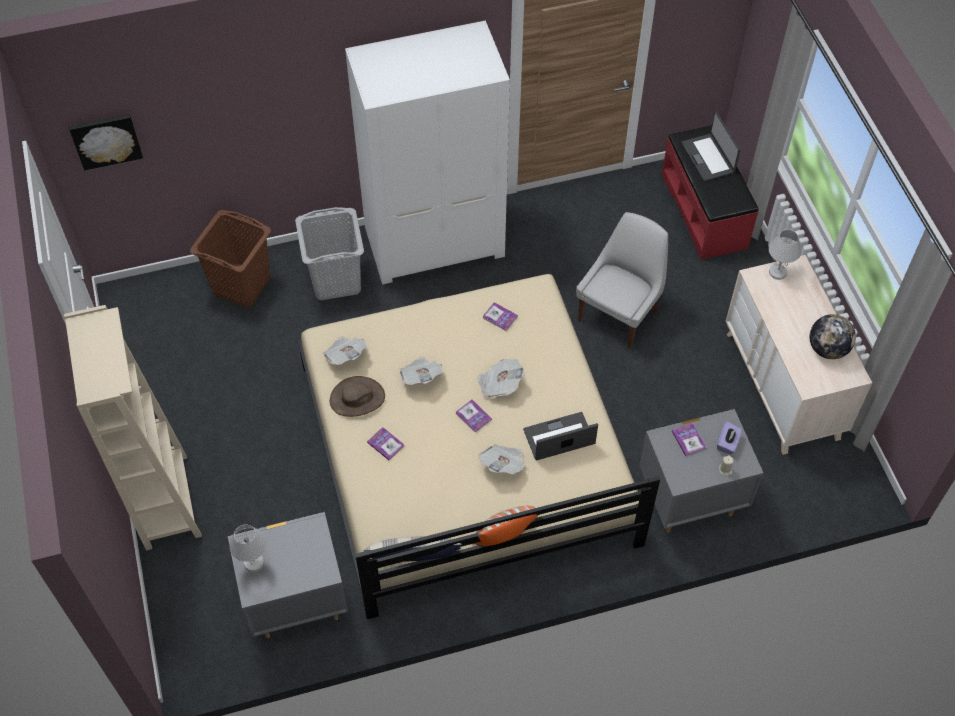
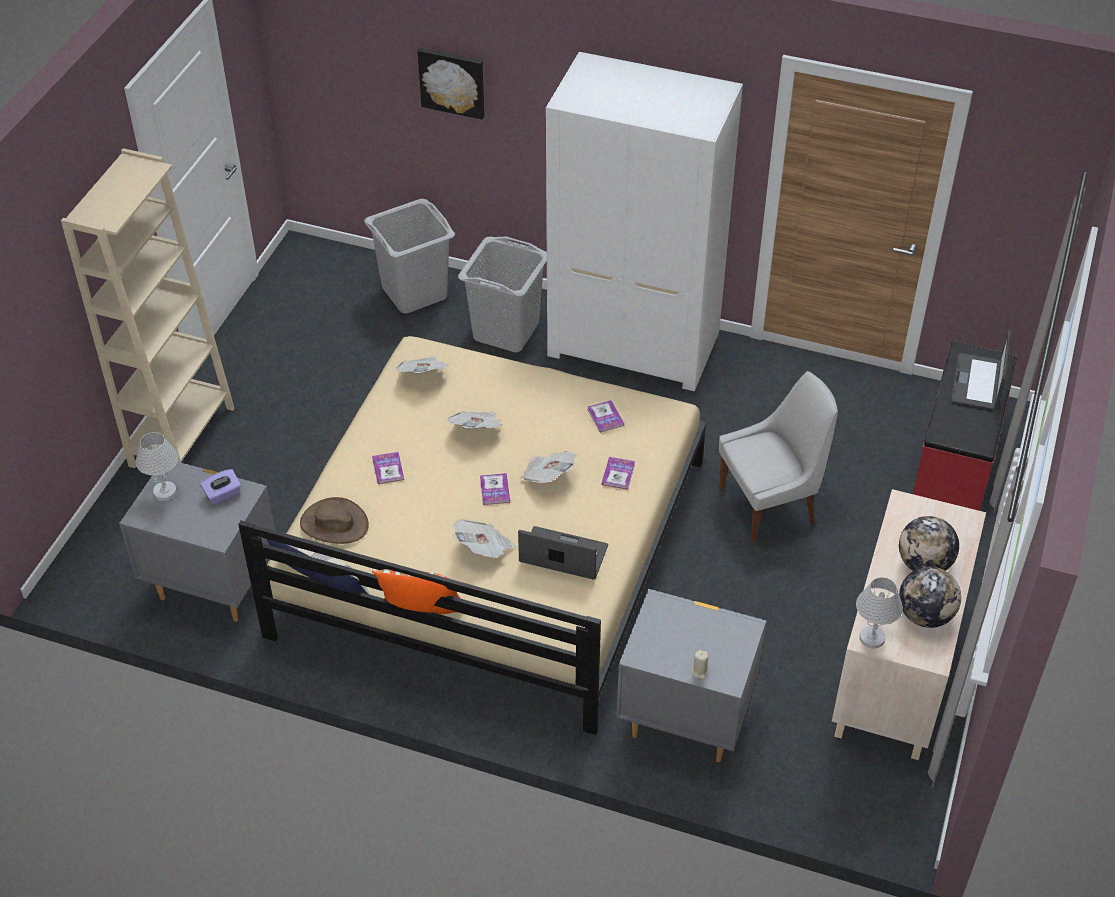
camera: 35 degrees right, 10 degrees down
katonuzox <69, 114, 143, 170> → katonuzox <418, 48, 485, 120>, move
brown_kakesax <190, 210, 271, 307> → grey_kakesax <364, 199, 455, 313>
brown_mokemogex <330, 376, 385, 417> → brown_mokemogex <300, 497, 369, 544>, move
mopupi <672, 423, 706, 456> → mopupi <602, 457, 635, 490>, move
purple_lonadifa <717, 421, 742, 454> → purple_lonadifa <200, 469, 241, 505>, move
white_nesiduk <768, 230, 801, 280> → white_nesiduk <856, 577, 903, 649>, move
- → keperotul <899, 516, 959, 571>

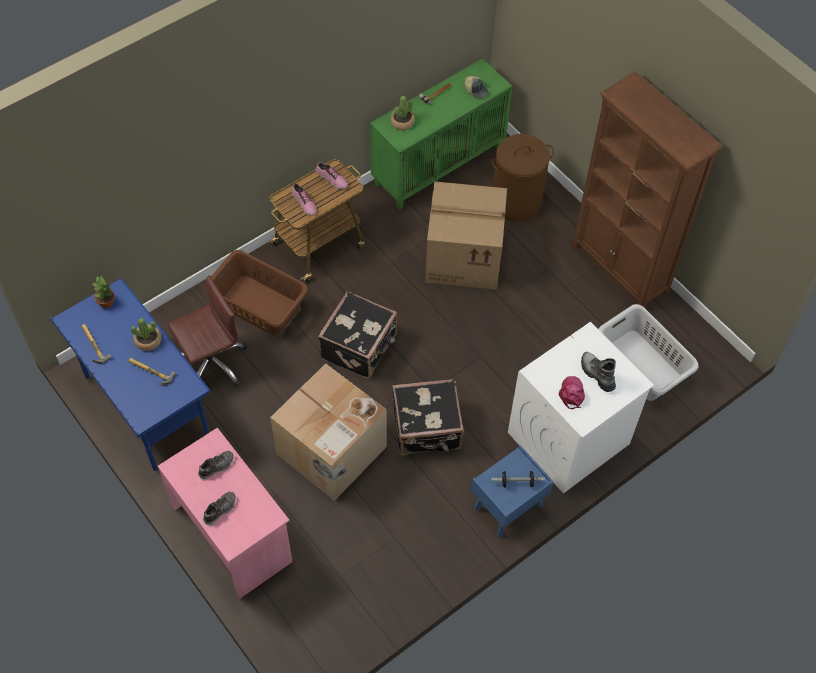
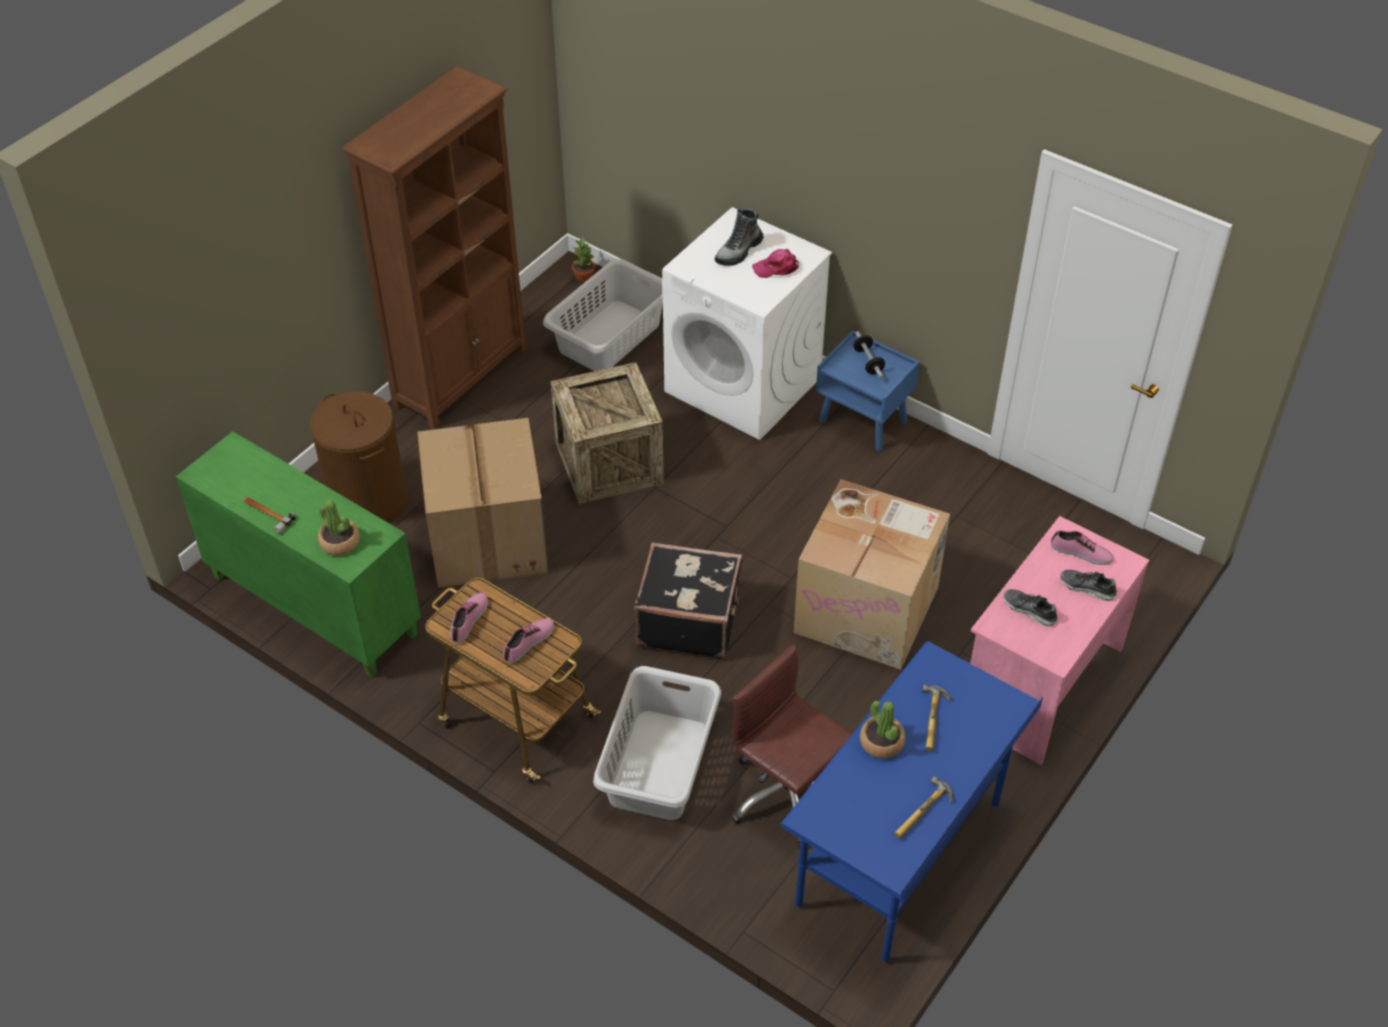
camera: 105 degrees left, 10 degrees down
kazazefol <91, 275, 115, 308> → kazazefol <572, 236, 595, 282>, move
brown_kakesax <205, 250, 309, 335> → grey_kakesax <593, 666, 721, 820>
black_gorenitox <392, 379, 464, 456> → -
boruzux <464, 76, 489, 99> → -
- → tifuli <551, 362, 664, 504>
- → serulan <1051, 530, 1114, 565>

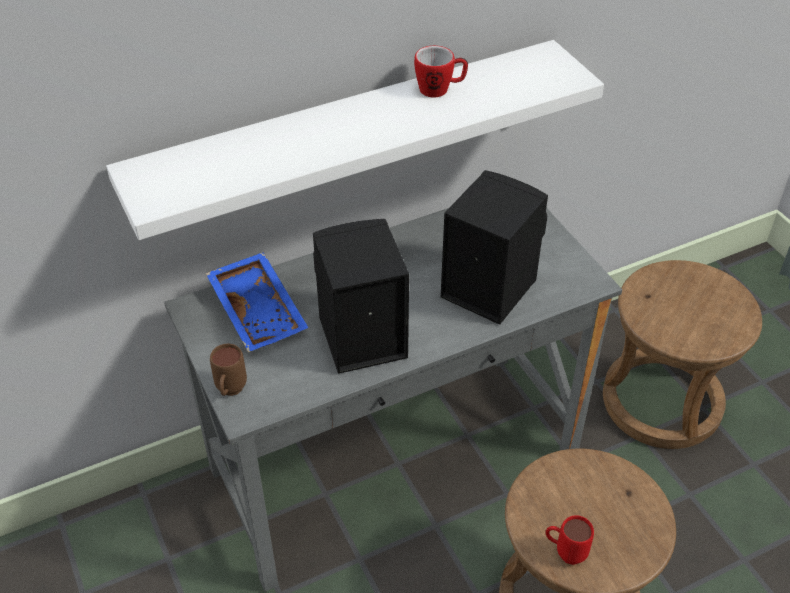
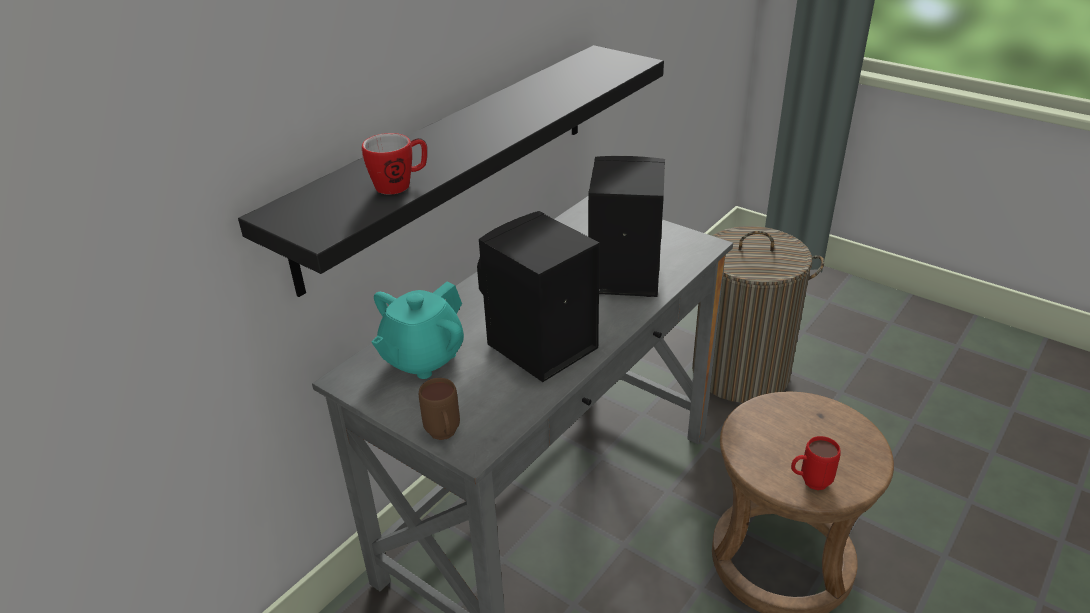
camera: 25 degrees left, 10 degrees down
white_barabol <106, 40, 604, 240> → black_barabol <238, 45, 664, 297>
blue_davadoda <206, 252, 309, 352> → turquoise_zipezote <371, 282, 464, 379>
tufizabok <414, 46, 468, 98> → tufizabok <362, 133, 427, 194>, move
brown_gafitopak <603, 260, 762, 449> → kakesax <692, 226, 824, 403>

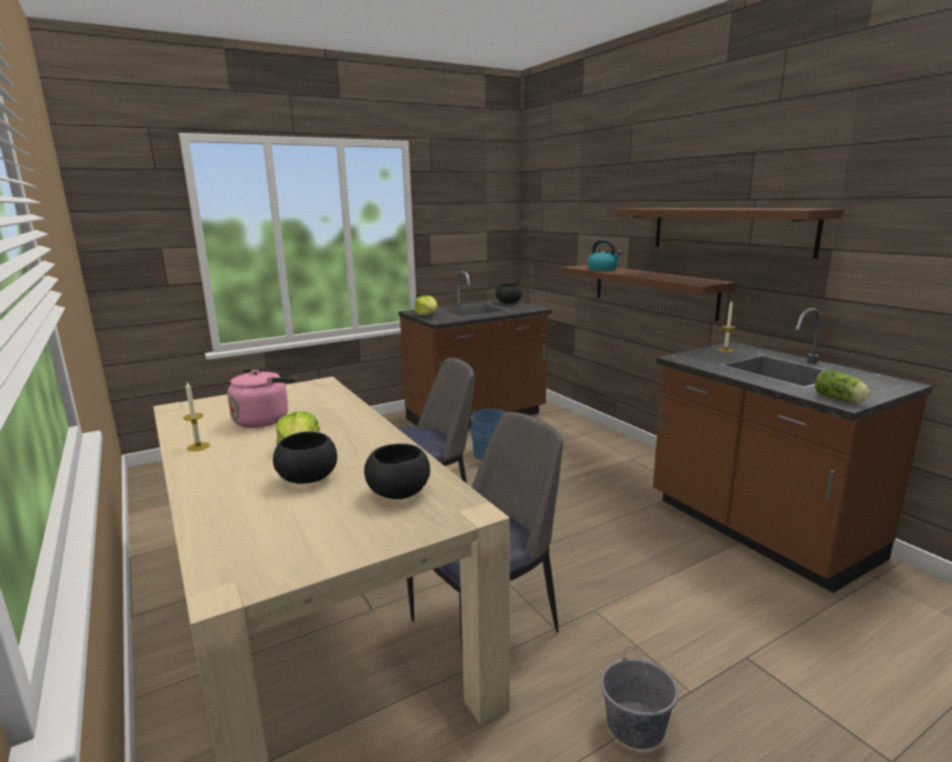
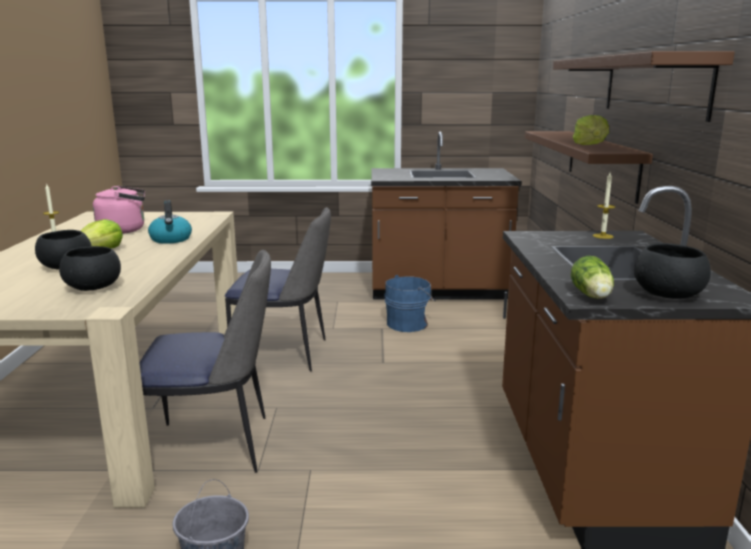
camera: 30 degrees right, 0 degrees up
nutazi <415, 295, 438, 316> → nutazi <573, 115, 609, 145>, move
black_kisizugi <496, 284, 522, 304> → black_kisizugi <634, 243, 711, 299>, move
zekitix <587, 239, 622, 271> → zekitix <148, 200, 192, 244>, move

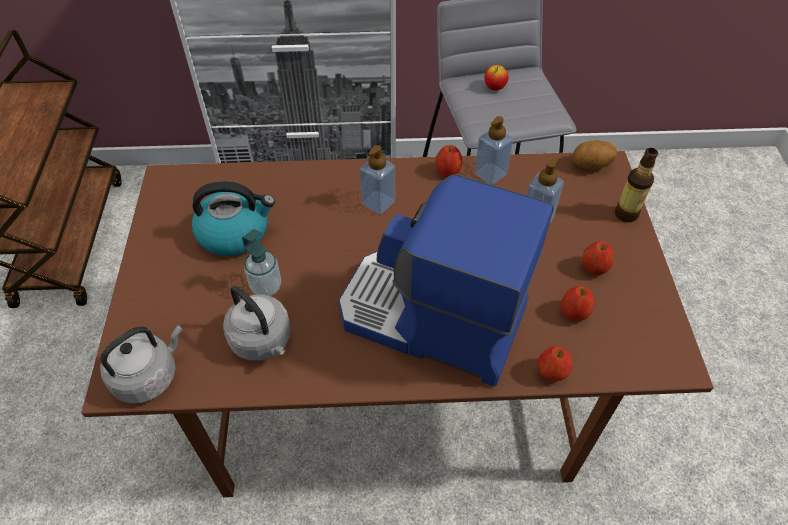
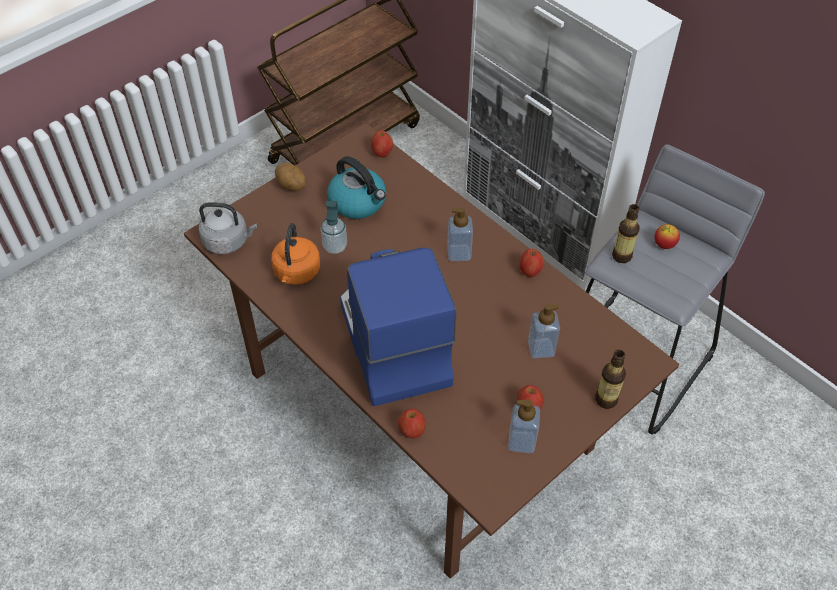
camera: 50 degrees right, 0 degrees up
grey_zekitix <223, 286, 291, 361> → orange_zekitix <271, 223, 320, 285>
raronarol <474, 116, 514, 185> → raronarol <508, 399, 540, 454>, move
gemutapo <561, 286, 595, 321> → gemutapo <371, 130, 393, 157>, move
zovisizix <573, 140, 617, 170> → zovisizix <275, 163, 307, 191>, move
- → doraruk <612, 204, 640, 263>

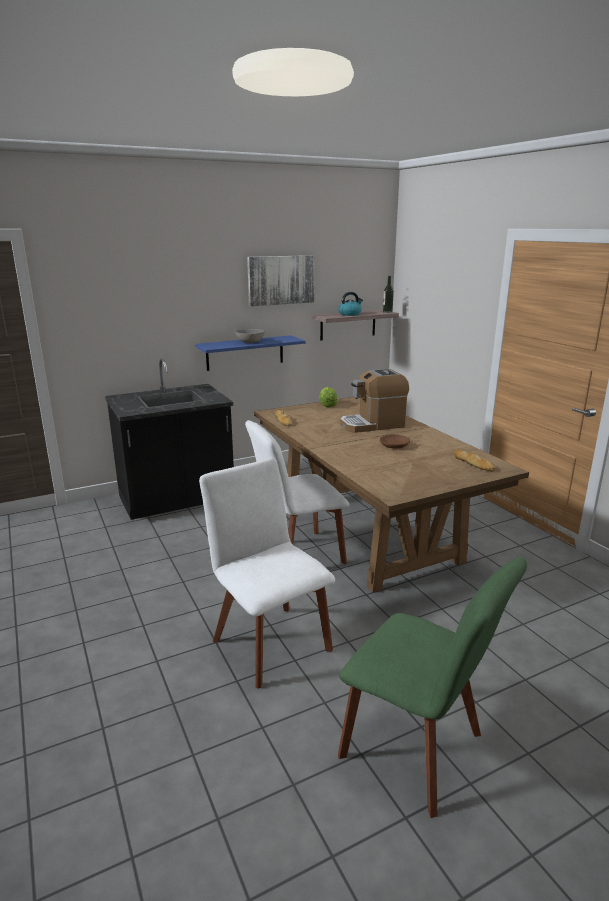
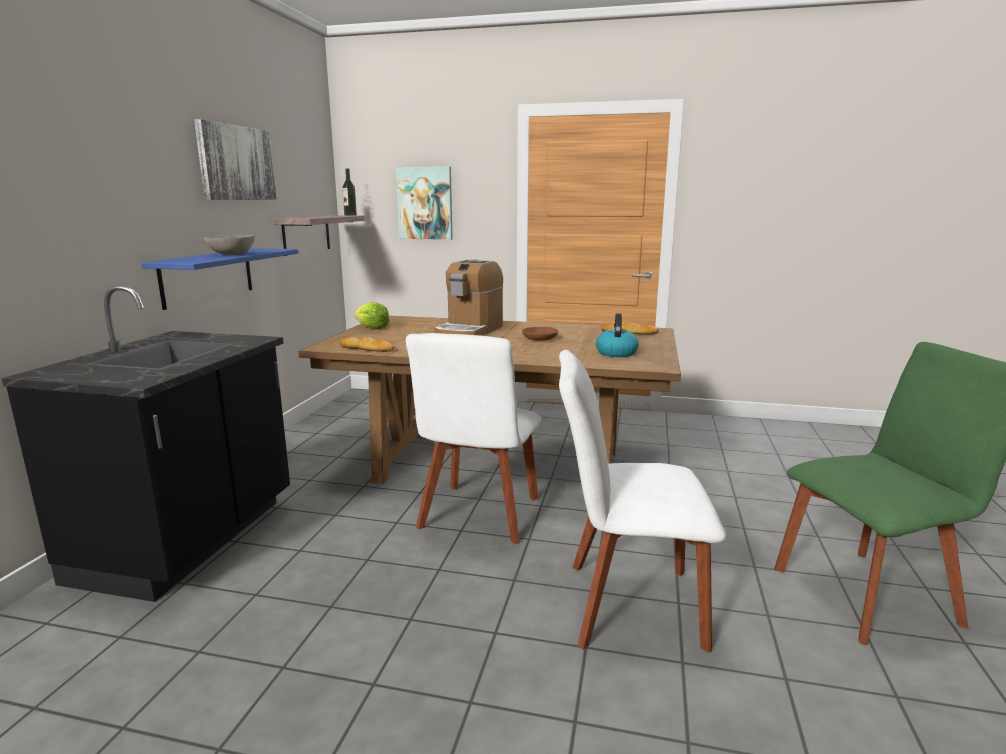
camera: 50 degrees left, 5 degrees down
zekitix <338, 292, 363, 316> → zekitix <596, 313, 639, 357>, move
- → katonuzox <396, 167, 453, 240>

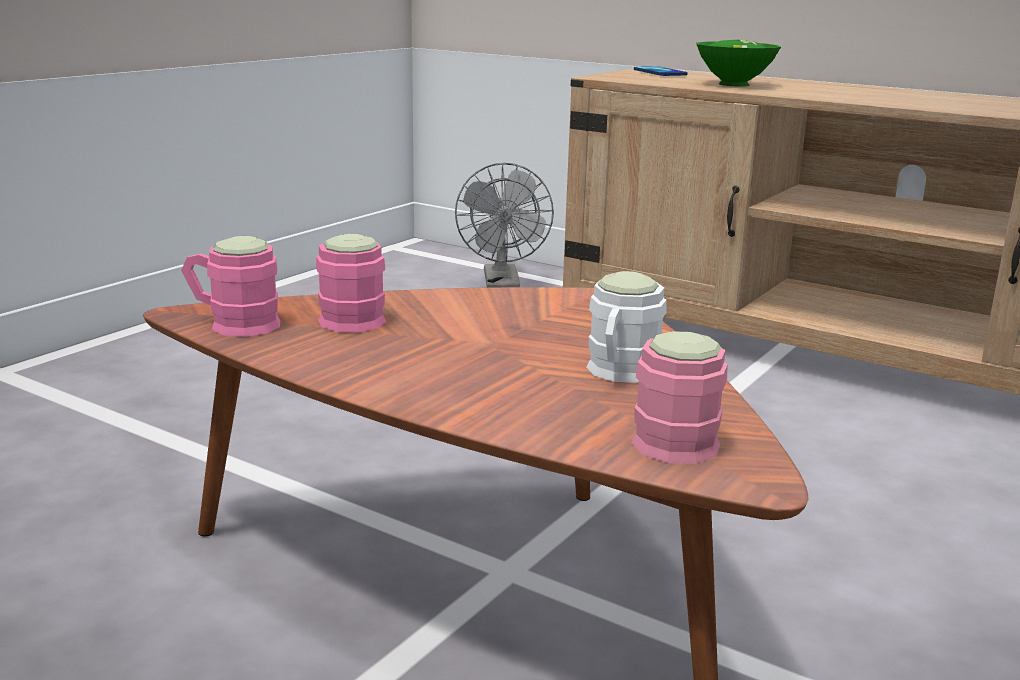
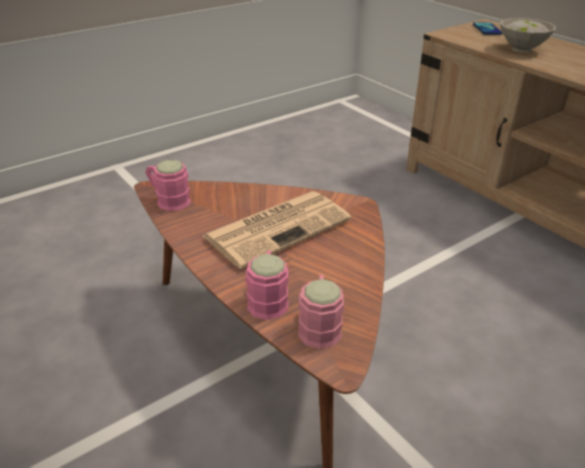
camera: 20 degrees right, 15 degrees up
pink_tufizabok <316, 234, 386, 332> → pink_tufizabok <246, 251, 289, 320>, move
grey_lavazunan <455, 163, 554, 288> → -
white_tufizabok <586, 271, 667, 383> → -
green_kisizugi <696, 40, 781, 87> → white_kisizugi <500, 18, 556, 53>
- → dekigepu <203, 191, 351, 269>

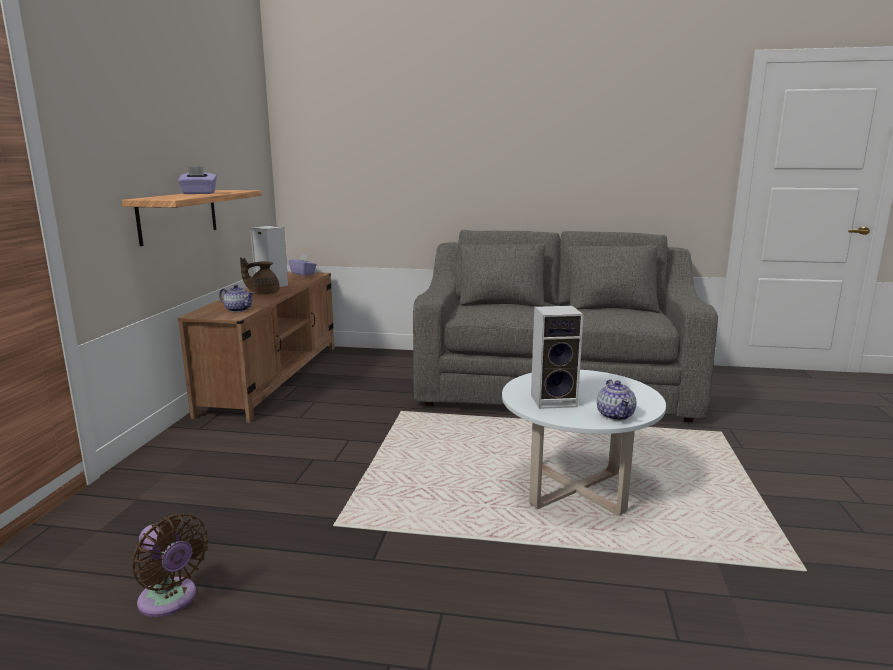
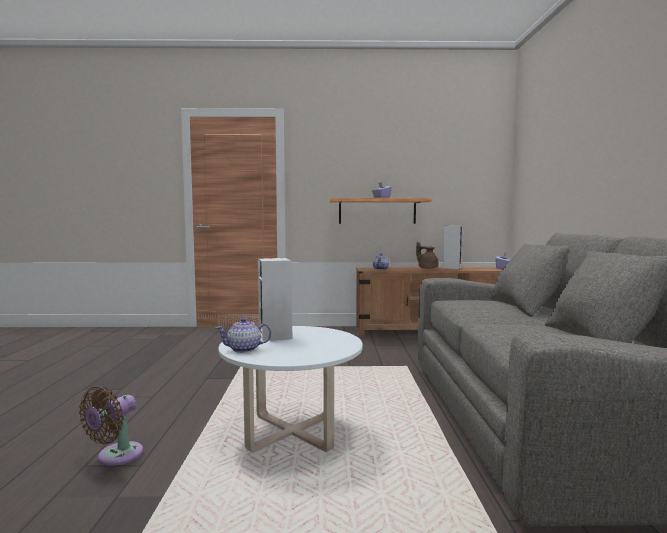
camera: 80 degrees right, 10 degrees down
brown_lavazunan <131, 514, 209, 617> → brown_lavazunan <79, 386, 143, 466>, move

